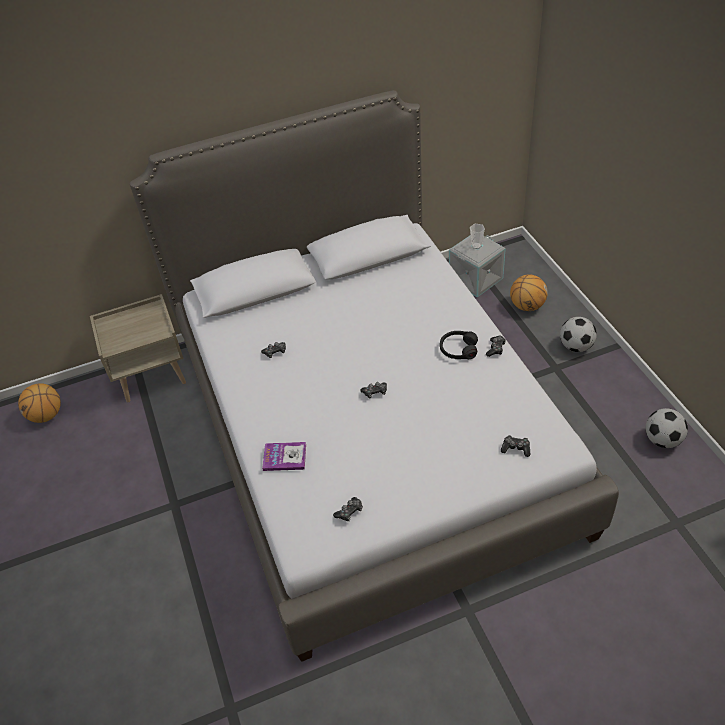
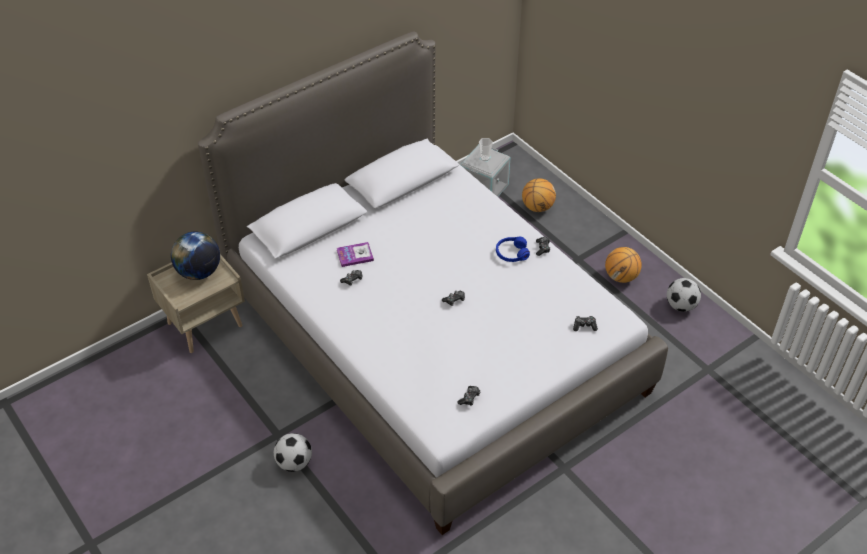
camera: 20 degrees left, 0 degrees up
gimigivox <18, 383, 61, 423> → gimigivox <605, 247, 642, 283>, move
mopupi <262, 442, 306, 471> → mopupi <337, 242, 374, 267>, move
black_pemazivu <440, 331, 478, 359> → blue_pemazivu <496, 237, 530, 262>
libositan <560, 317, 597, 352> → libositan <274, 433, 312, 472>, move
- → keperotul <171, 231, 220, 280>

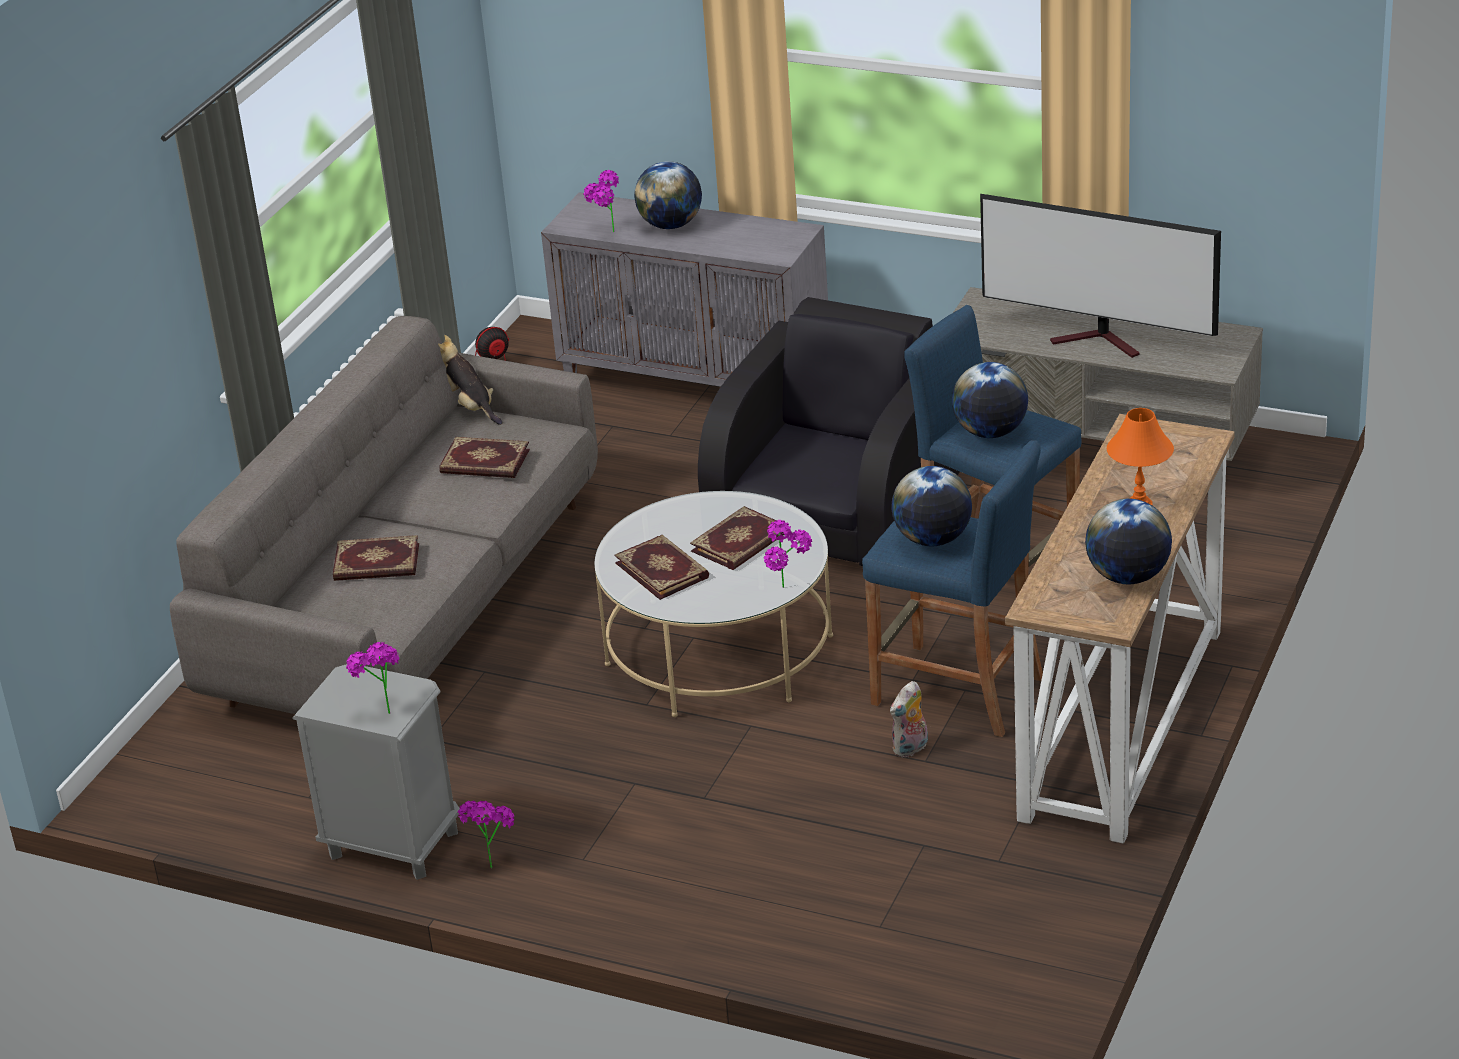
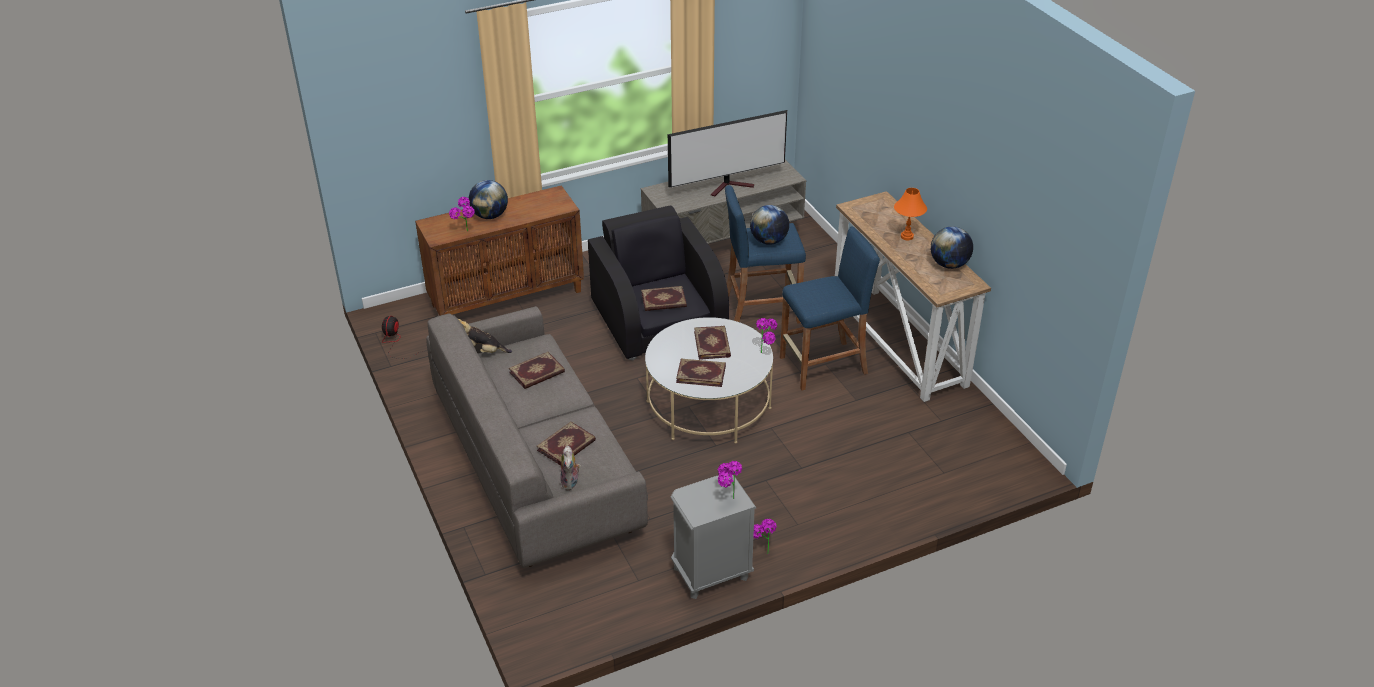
camera: 50 degrees left, 5 degrees up
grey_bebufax <541, 192, 828, 387> → brown_bebufax <415, 185, 584, 316>
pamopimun <890, 681, 928, 758> → pamopimun <560, 446, 581, 490>, move
keperotul <892, 466, 972, 546> → -
- → mopupi <641, 286, 687, 311>

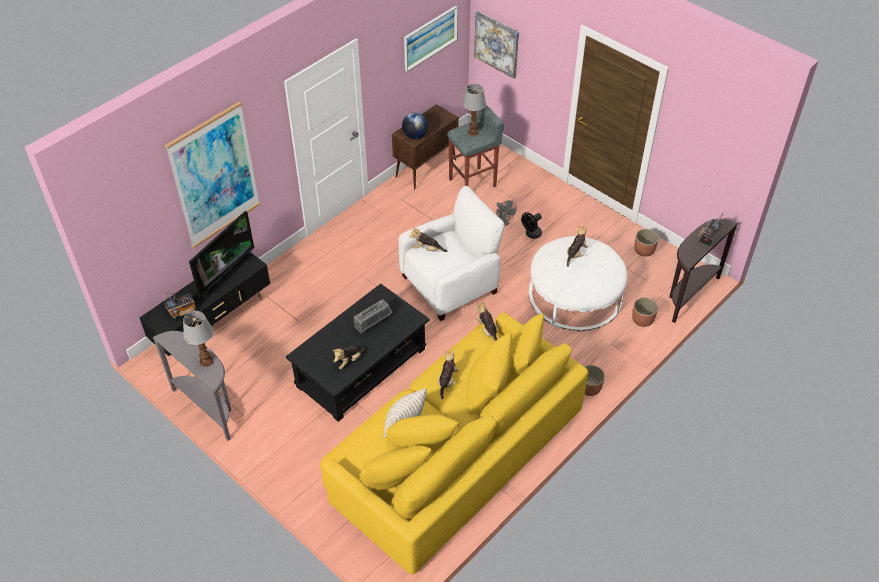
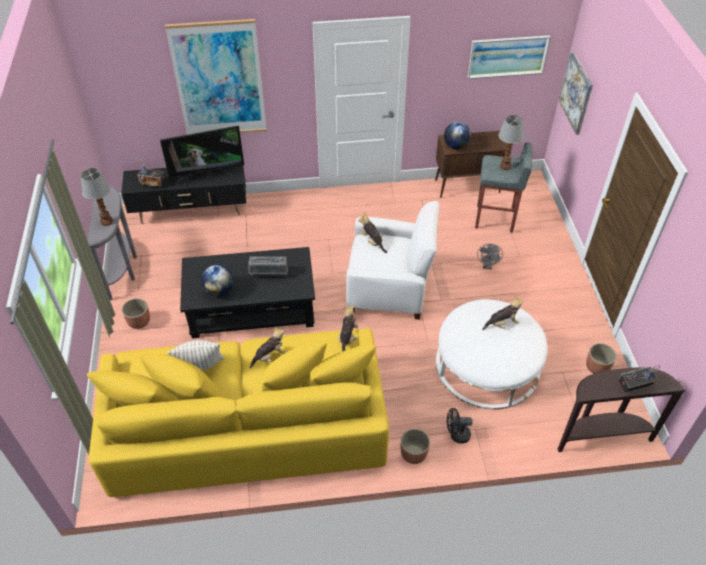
camera: 40 degrees right, 0 degrees up
pamopimun <333, 346, 365, 369> → keperotul <201, 265, 234, 296>
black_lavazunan <521, 212, 542, 239> → black_lavazunan <447, 408, 472, 444>, move
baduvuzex <632, 297, 658, 327> → baduvuzex <122, 298, 150, 329>, move

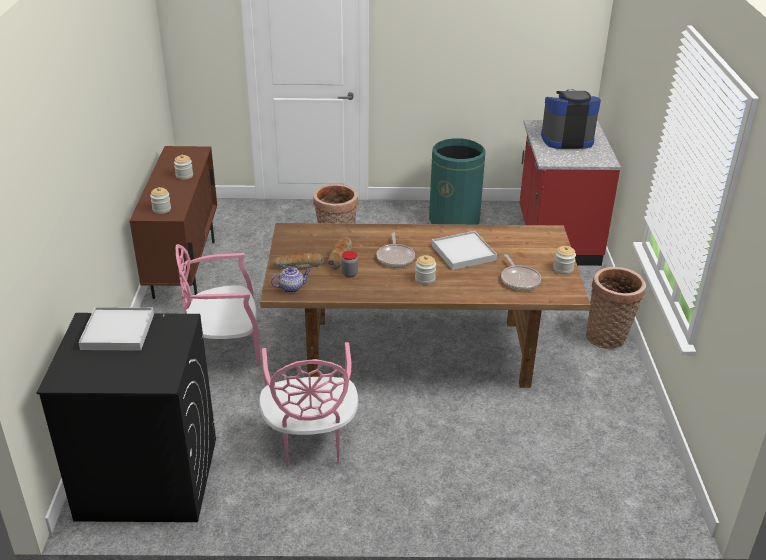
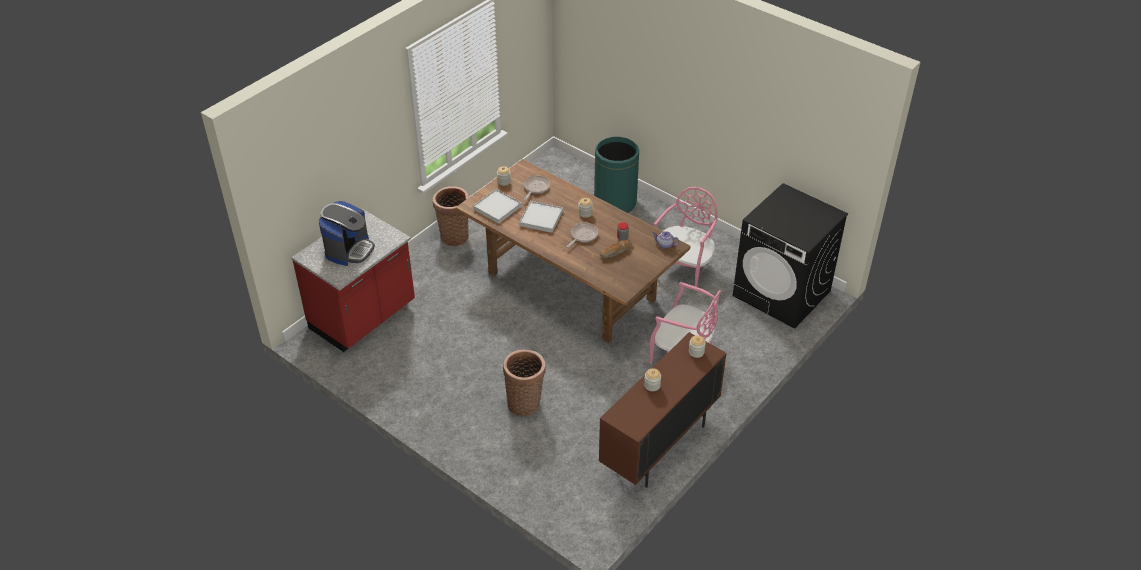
camera: 140 degrees left, 10 degrees up
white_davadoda <78, 307, 154, 351> → white_davadoda <473, 189, 522, 224>, move
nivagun <274, 252, 324, 269> → -
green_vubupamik <429, 138, 486, 225> → green_vubupamik <594, 137, 639, 213>, move
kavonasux <541, 90, 601, 149> → kavonasux <319, 201, 375, 266>, 105 degrees counterclockwise

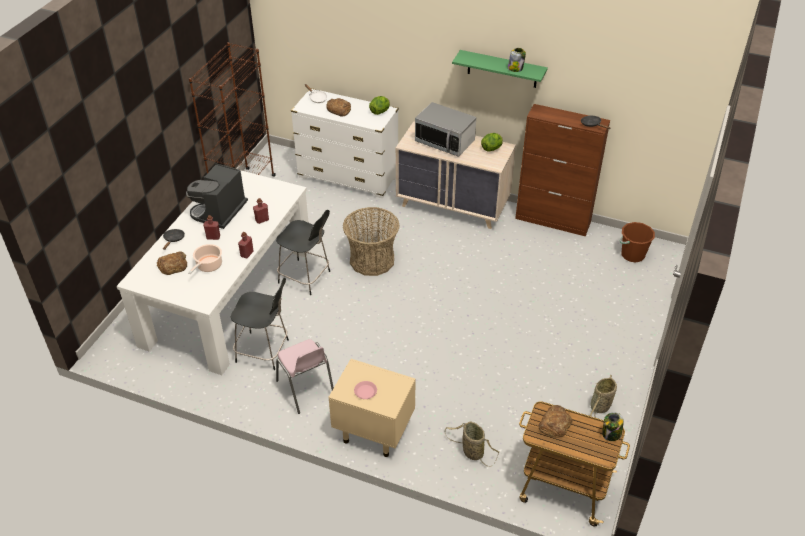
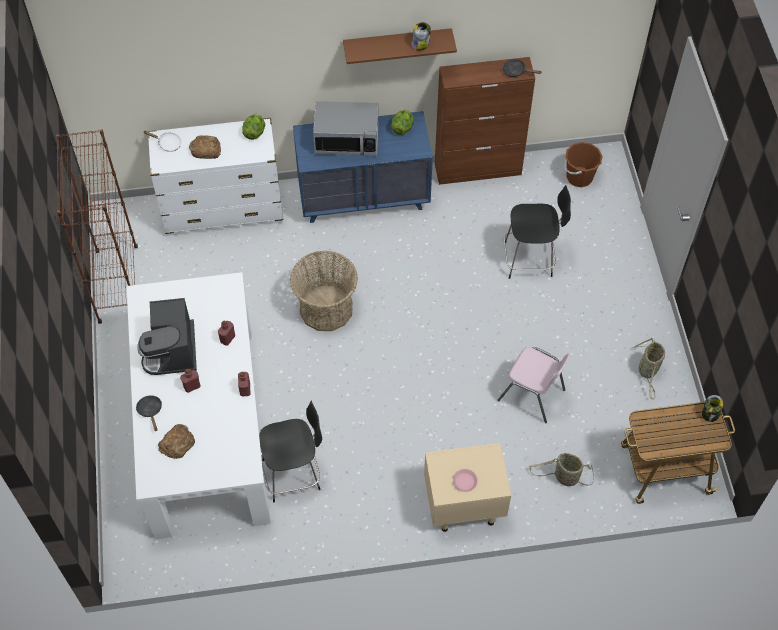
camera: 30 degrees left, 15 degrees up
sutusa <188, 244, 222, 274> → -
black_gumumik <276, 210, 330, 295> → black_gumumik <504, 185, 571, 279>, move
pink_gumumik <276, 339, 334, 414> → pink_gumumik <497, 347, 571, 423>, move
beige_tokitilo <396, 121, 516, 229> → blue_tokitilo <293, 111, 433, 223>
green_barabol <452, 50, 548, 88> → brown_barabol <343, 28, 457, 64>
nivagun <539, 405, 573, 438> → -

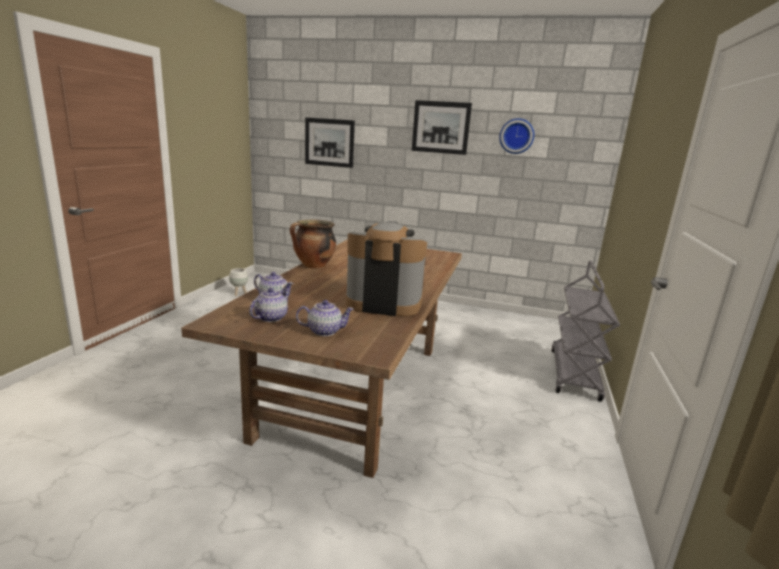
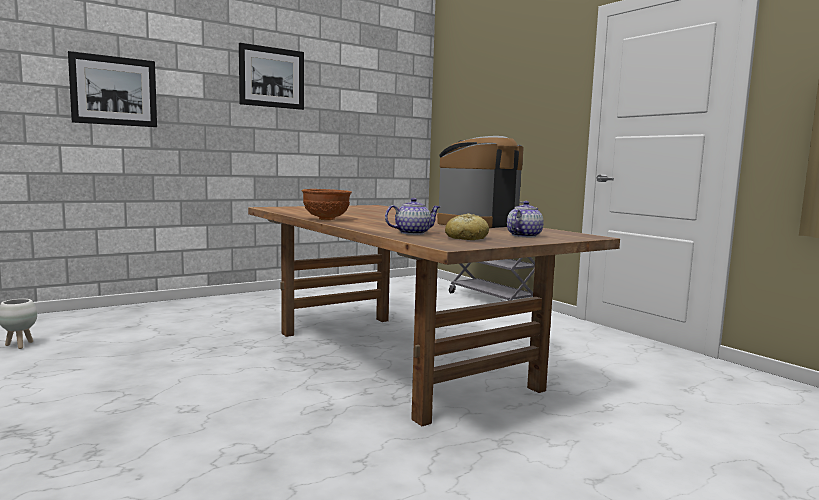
camera: 50 degrees left, 10 degrees down
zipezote <249, 288, 290, 322> → nivagun <445, 213, 489, 240>
sutusa <290, 220, 336, 268> → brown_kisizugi <302, 189, 352, 220>
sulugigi <499, 118, 534, 154> → -

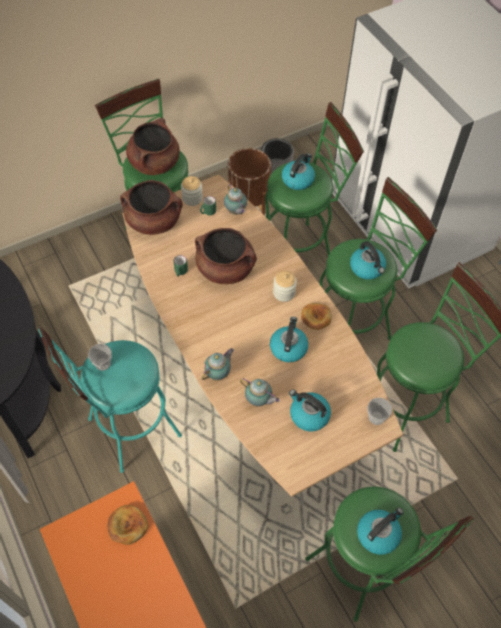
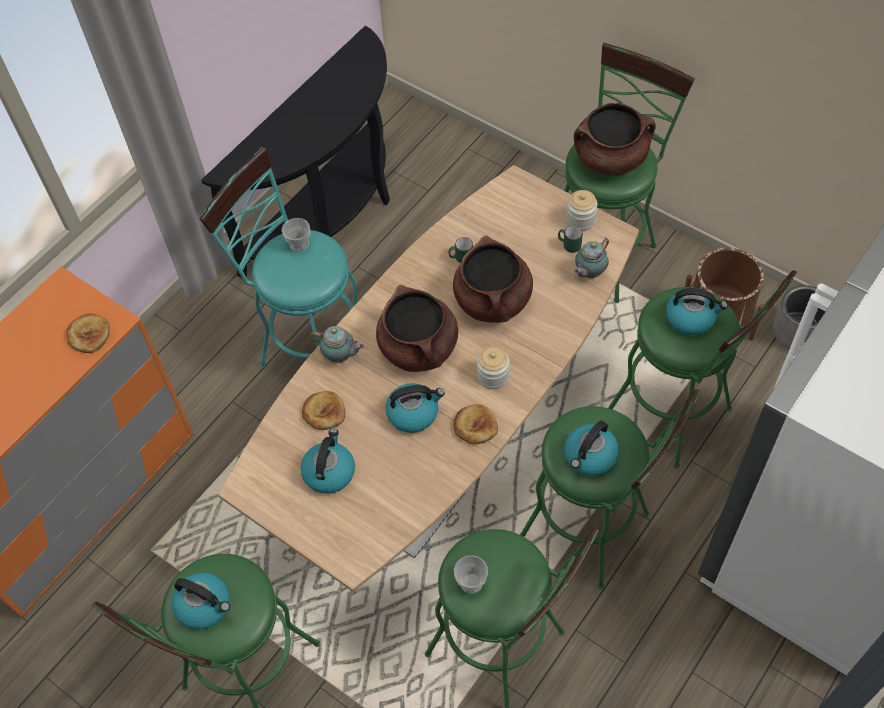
camera: 70 degrees right, 0 degrees up
brown_sutusa <120, 180, 183, 235> → brown_sutusa <376, 285, 458, 372>, move
zipezote <240, 378, 280, 407> → nivagun <302, 391, 345, 430>
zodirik <368, 398, 392, 425> → zodirik <454, 555, 488, 593>, move

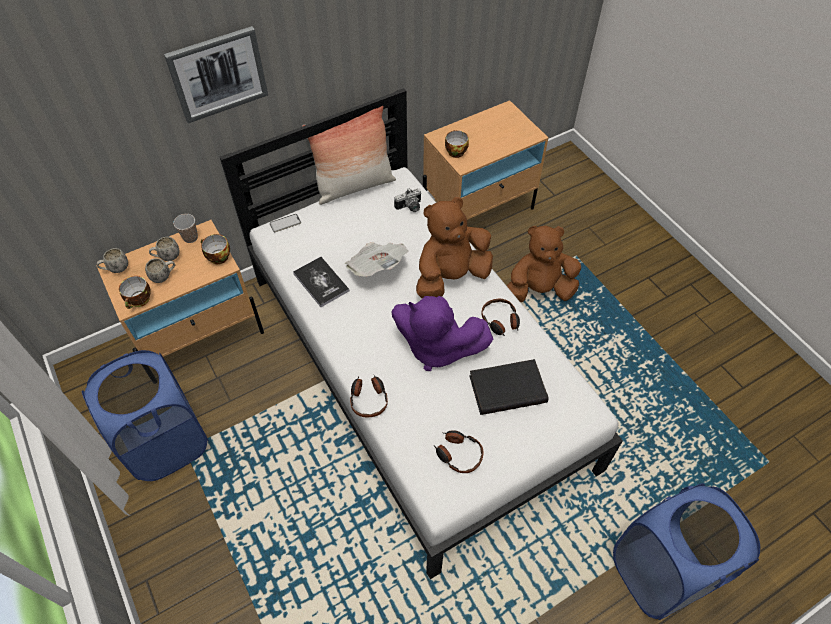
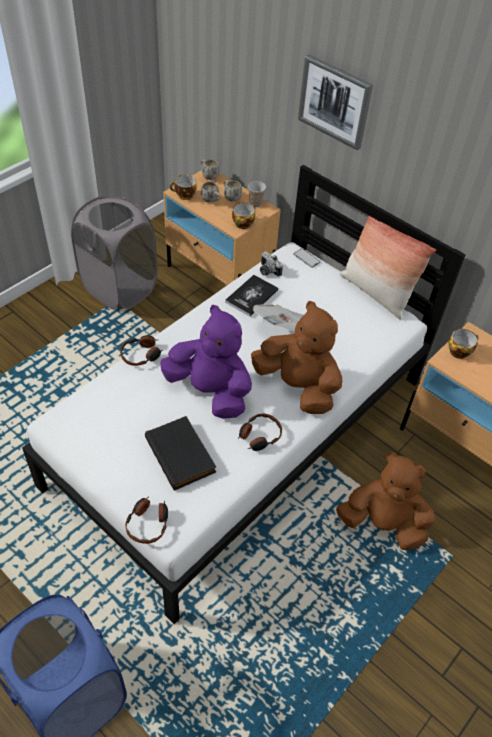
camera: 70 degrees right, 5 degrees down
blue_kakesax <82, 350, 209, 481> → grey_kakesax <71, 196, 158, 309>
purple_pamopimun <391, 296, 493, 371> → purple_pamopimun <160, 305, 252, 419>, 120 degrees clockwise
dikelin <394, 188, 421, 212> → dikelin <260, 251, 283, 277>, move
pemazivu <434, 430, 484, 473> → pemazivu <125, 497, 168, 544>, move
brown_pamopimun <507, 226, 581, 302> → brown_pamopimun <336, 453, 436, 550>, 45 degrees counterclockwise

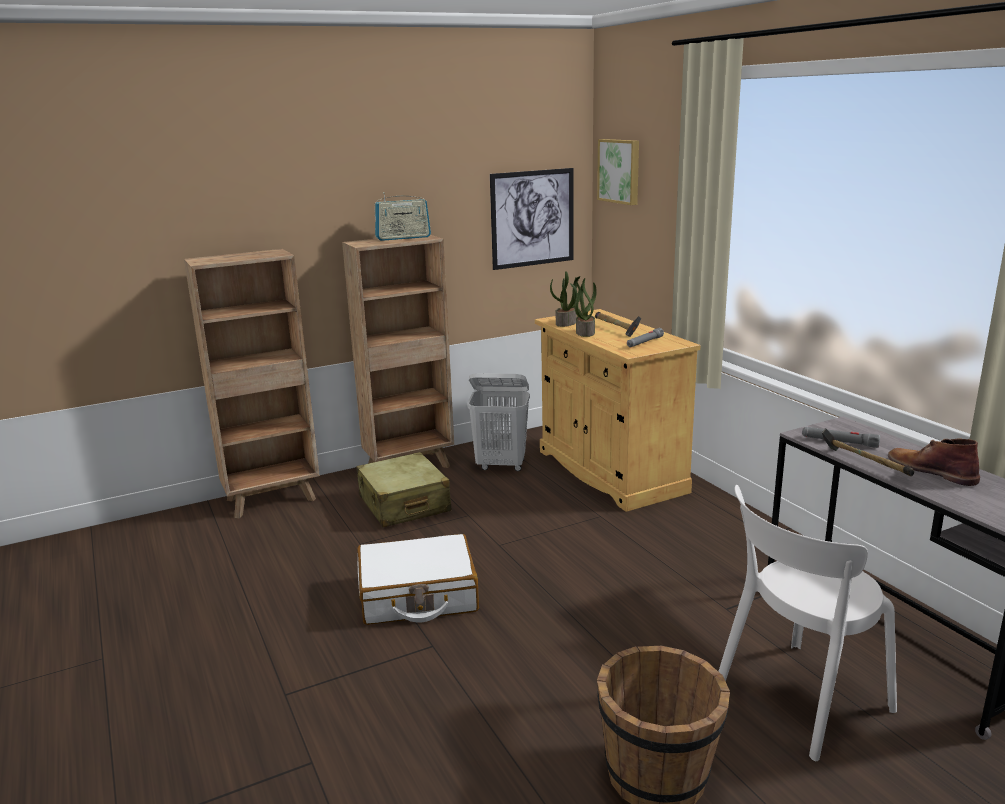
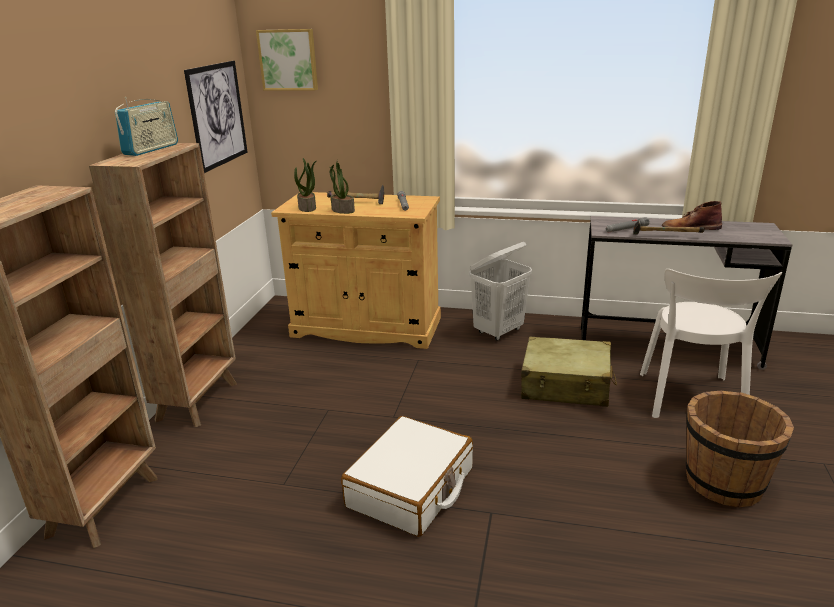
camera: 50 degrees left, 5 degrees up
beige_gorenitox <356, 452, 452, 527> → beige_gorenitox <521, 336, 617, 407>, move
white_kakesax <467, 373, 530, 471> → white_kakesax <469, 242, 532, 341>, move

